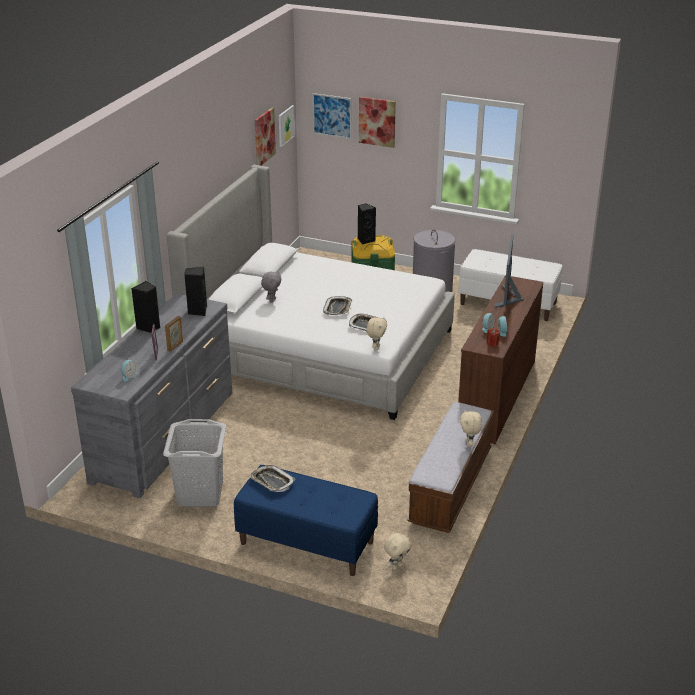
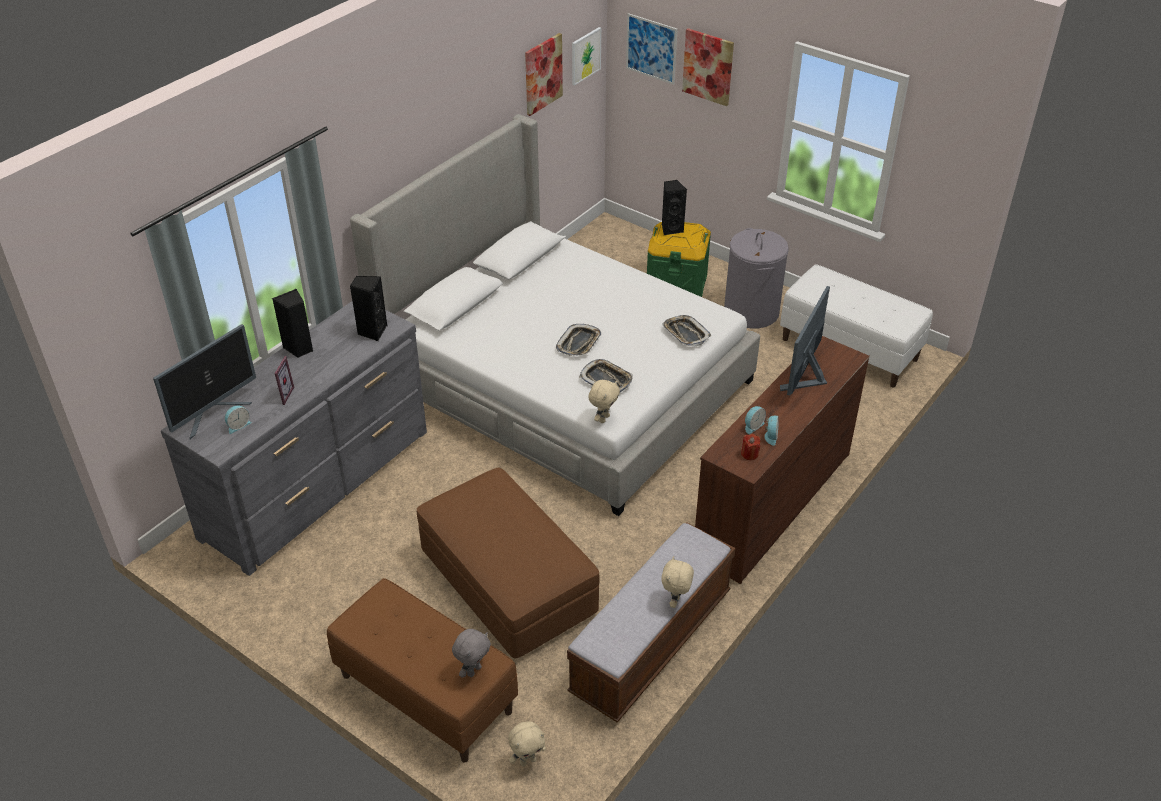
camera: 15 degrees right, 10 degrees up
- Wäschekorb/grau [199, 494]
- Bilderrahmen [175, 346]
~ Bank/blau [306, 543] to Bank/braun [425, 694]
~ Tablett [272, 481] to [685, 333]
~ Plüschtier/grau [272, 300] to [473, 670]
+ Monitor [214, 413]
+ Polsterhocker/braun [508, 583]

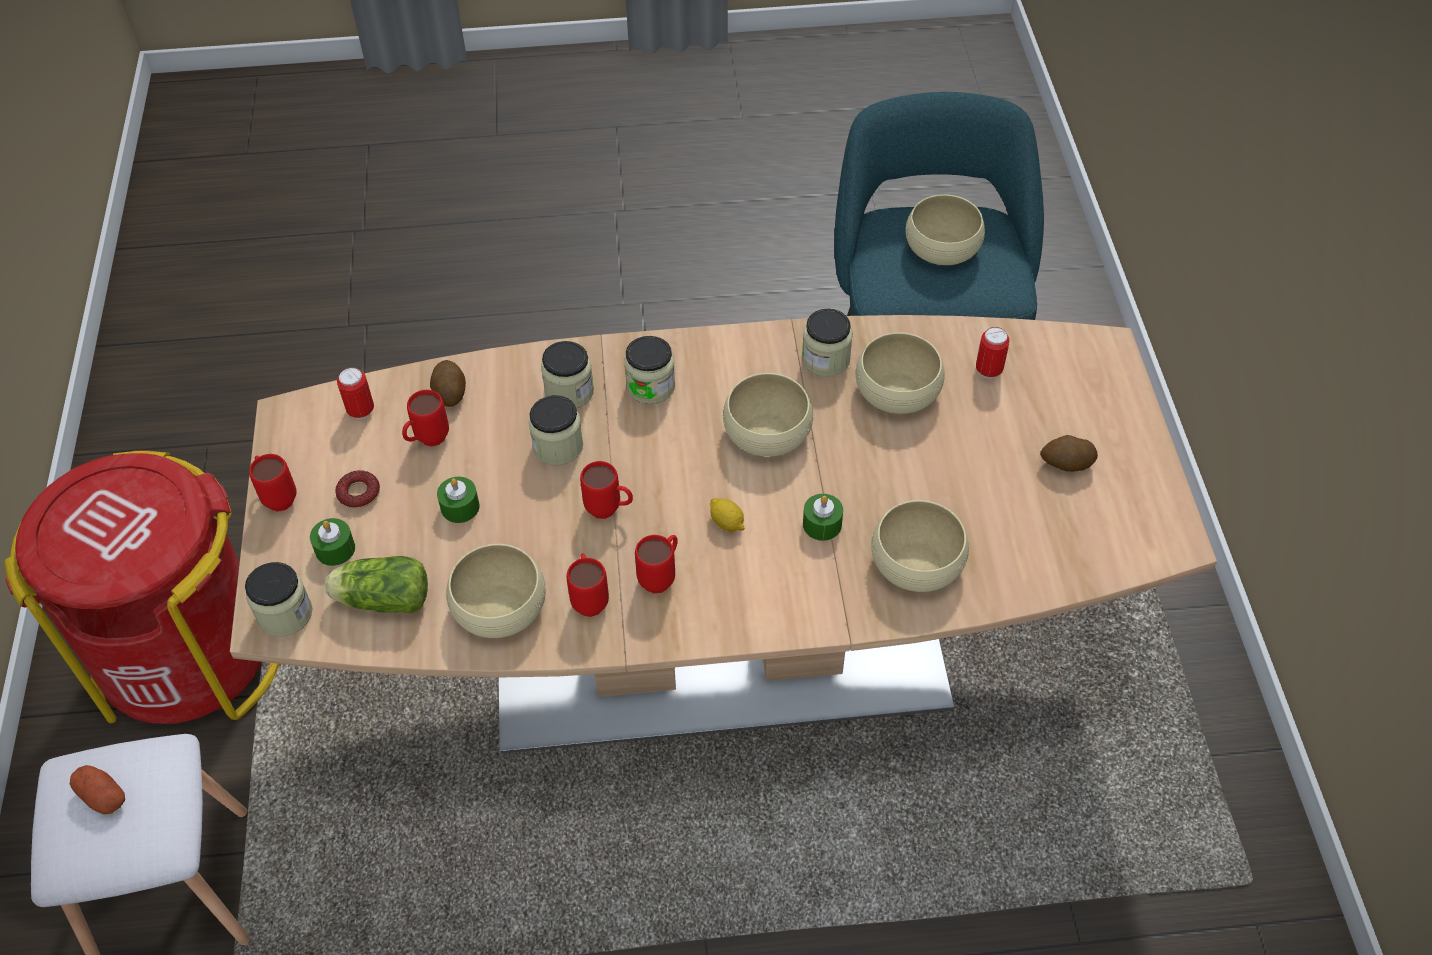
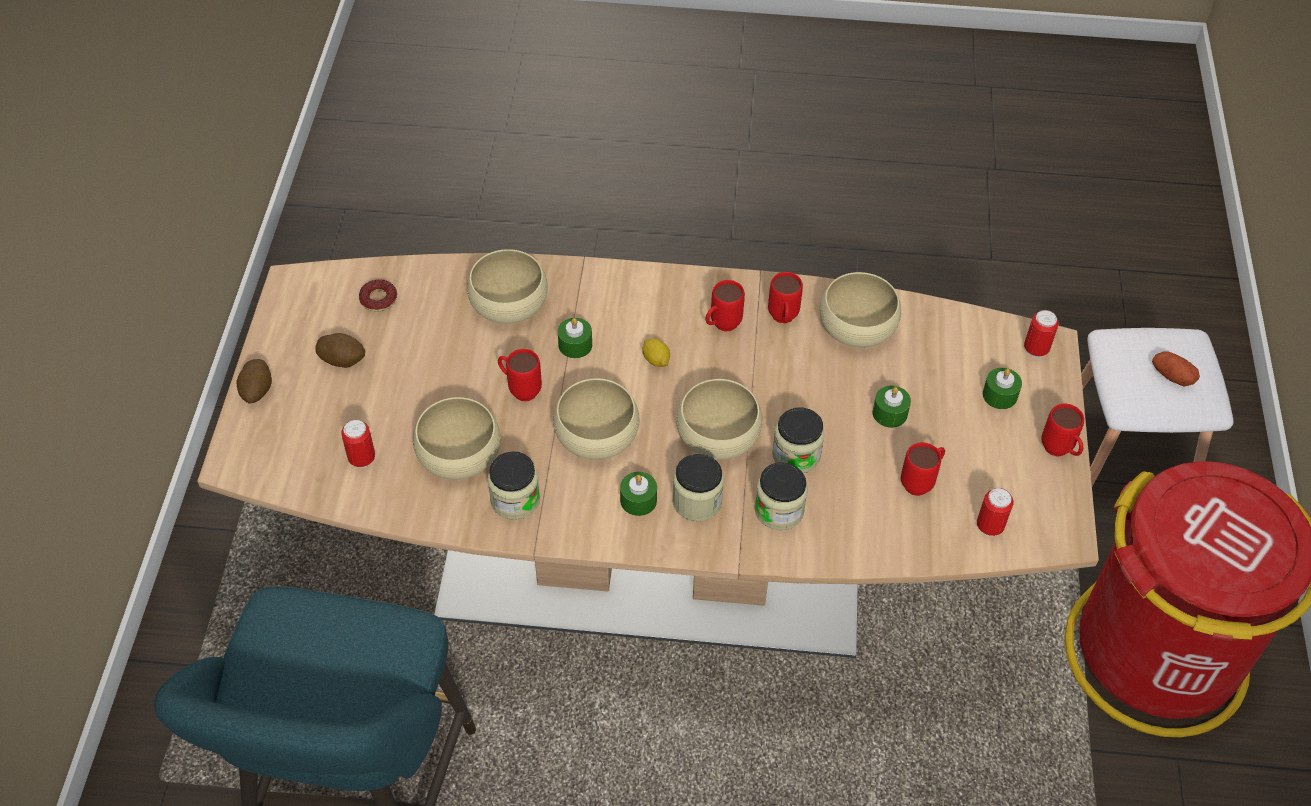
camera: 170 degrees left, 0 degrees up
~ Vorratsglas [285, 614] to Dose [1036, 349]
- Salatkopf [381, 599]
~ Donut [359, 493] to [378, 299]
~ Kartoffel [450, 393] to [257, 390]
~ Henkelbecher/rot [609, 511] to [520, 389]
~ Schüssel/beige [942, 247] to [718, 435]
+ Kerze/grün [638, 500]

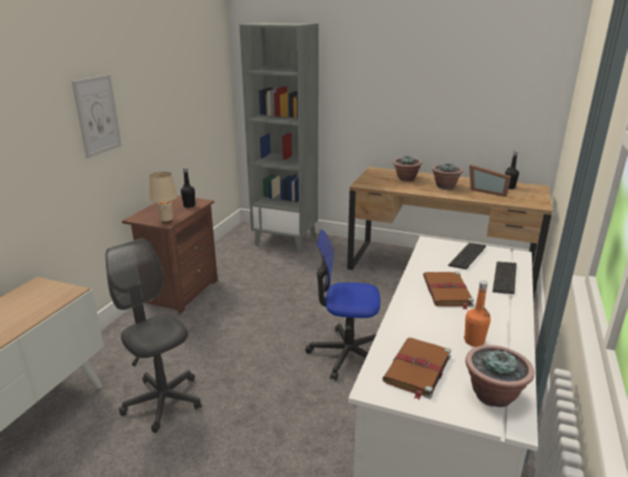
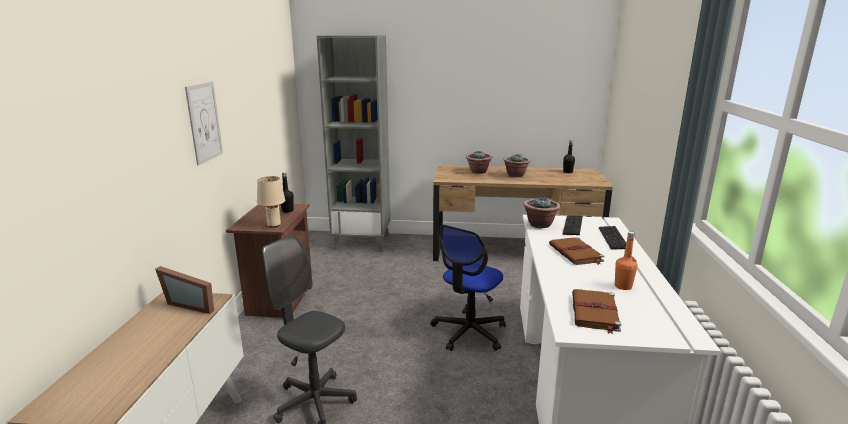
camera: 15 degrees left, 5 degrees down
~ Bürostuhl [346, 354] = [469, 332] 45 degrees counterclockwise
~ Topfpflanze [493, 395] to [540, 225]
~ Bilderrahmen [487, 191] to [192, 304]

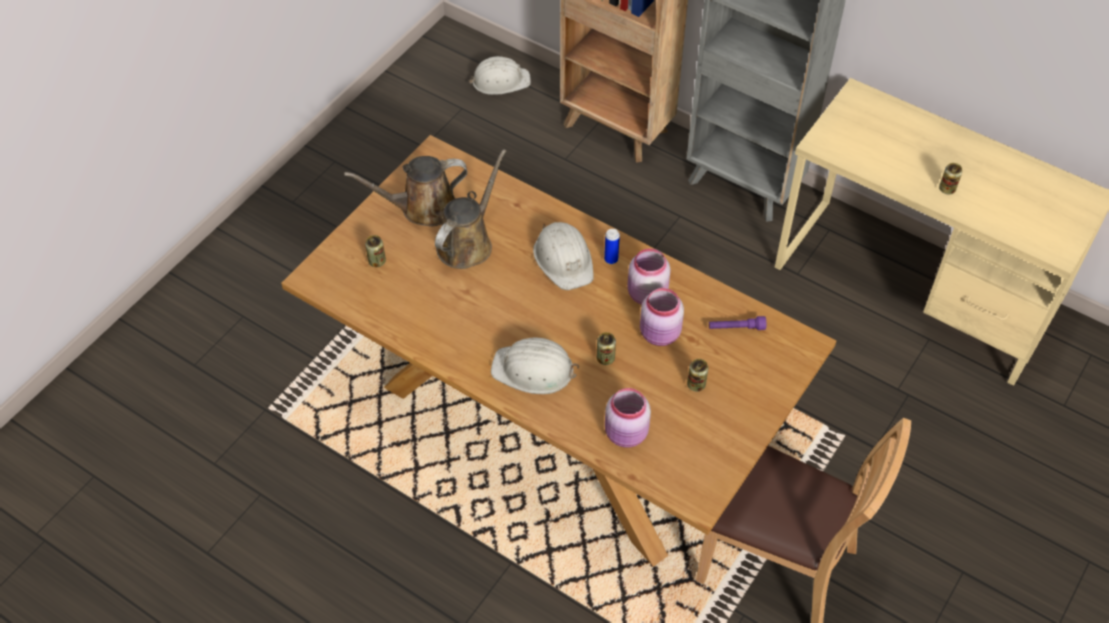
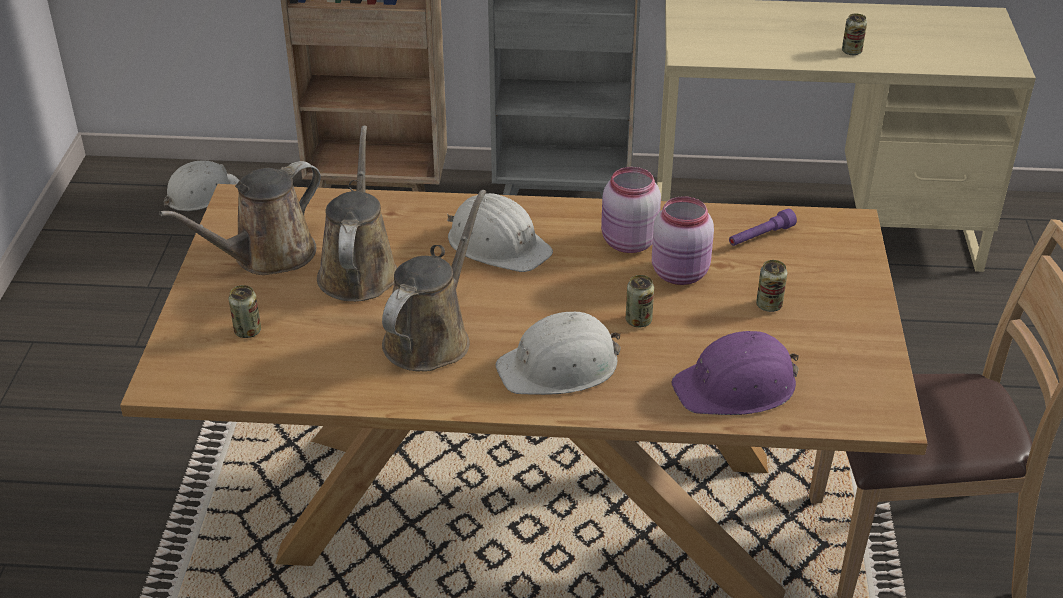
camera: 30 degrees left, 15 degrees down
- Dose [611, 259]
~ Vorratsglas/rosa [626, 434] to Schutzhelm/lila [737, 386]
+ Gießkanne/braun [431, 337]

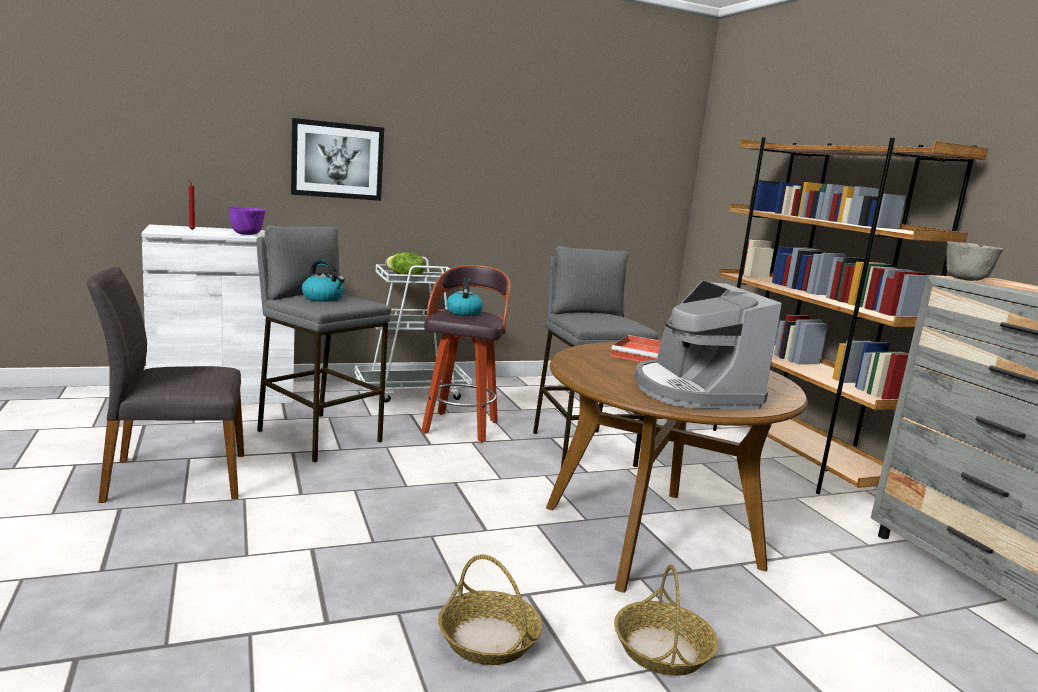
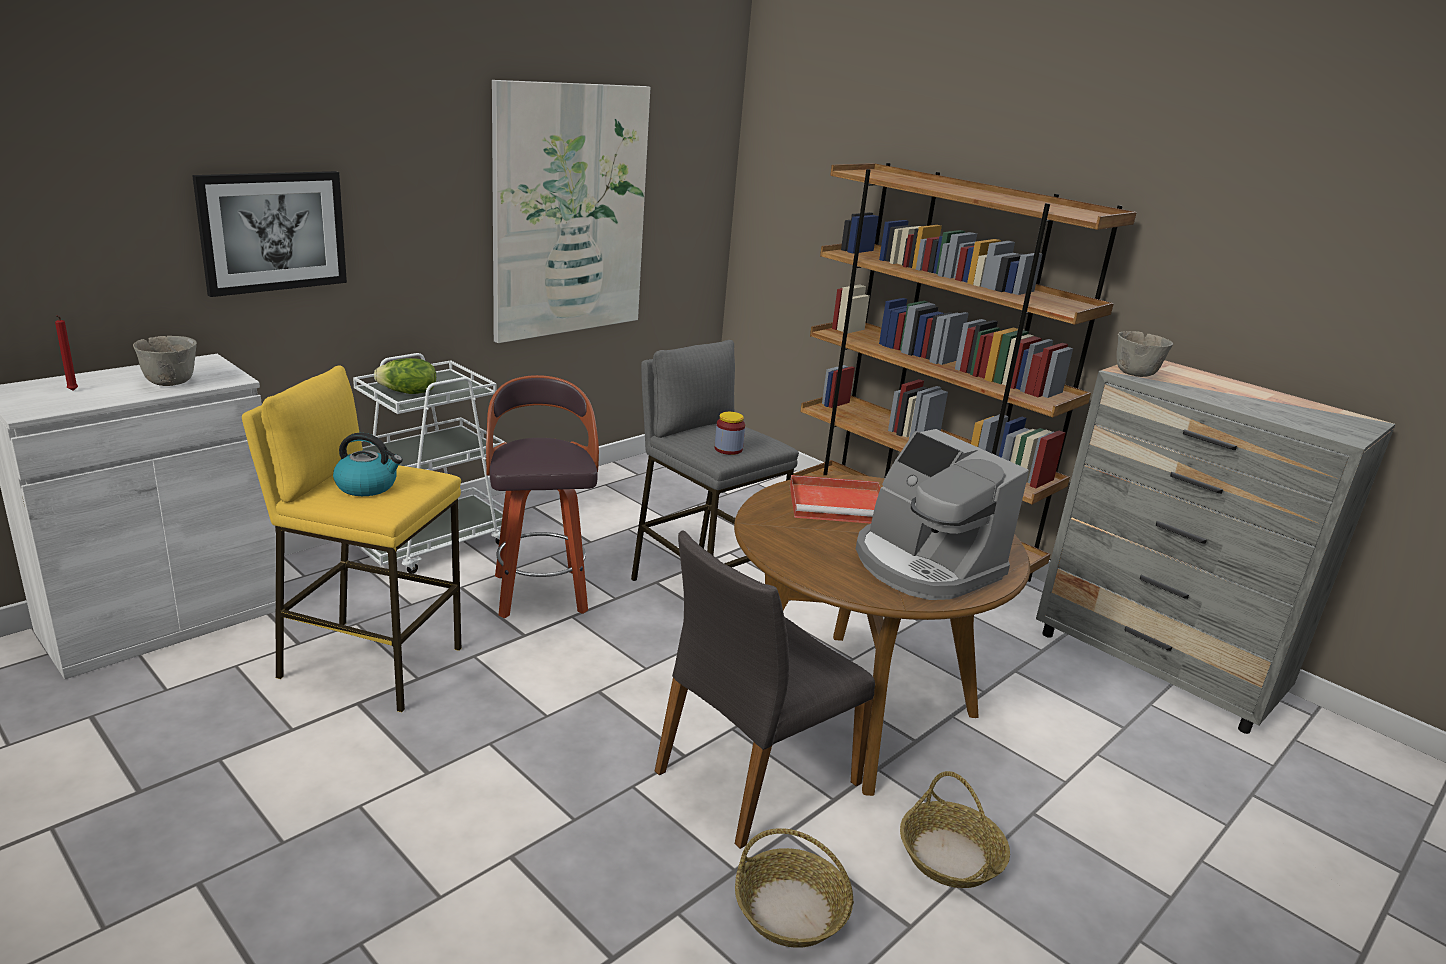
camera: 25 degrees left, 10 degrees up
~ Stuhl/grau [174, 477] to [753, 776]
~ Schüssel/lila [246, 234] to Schüssel/grau [170, 382]
~ Hocker/grau [319, 436] to Hocker/gelb [370, 662]
- Wasserkessel [463, 312]
+ Bild [570, 212]
+ Vorratsglas [728, 449]

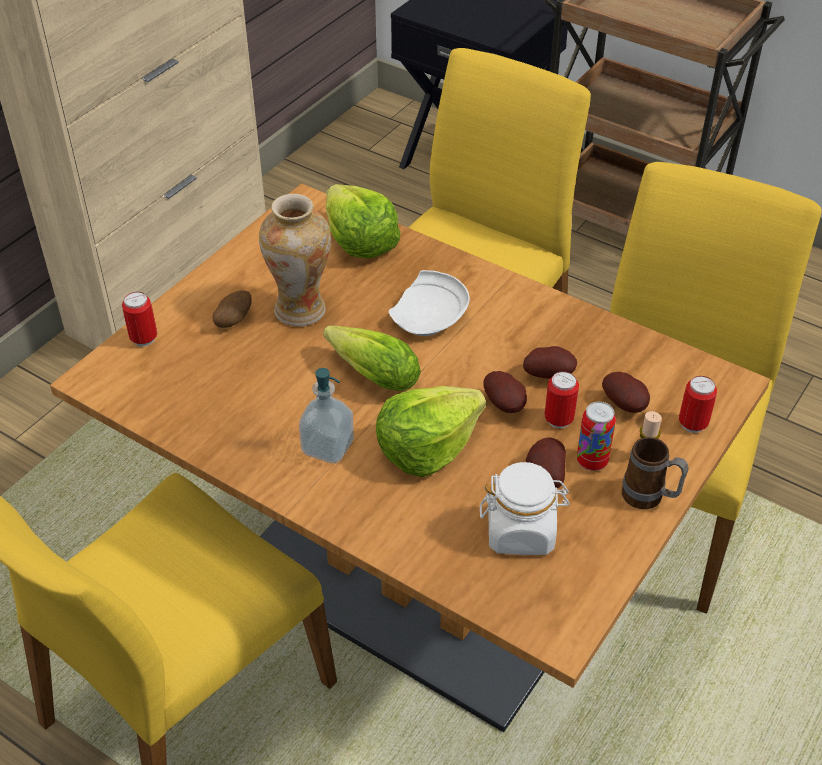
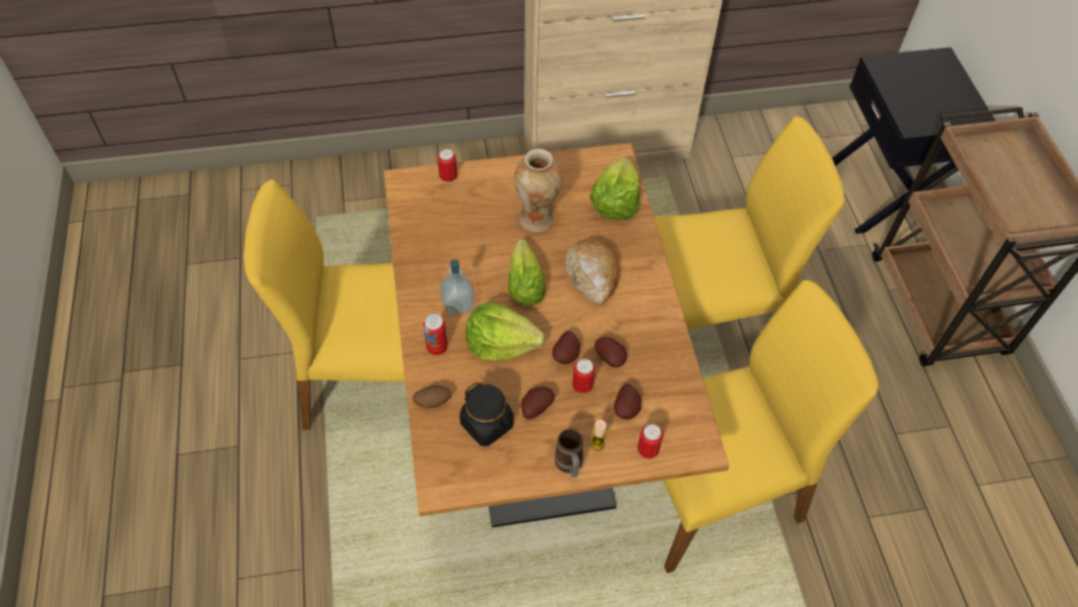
camera: 45 degrees right, 10 degrees up
~ Kartoffel [233, 320] to [433, 402]
~ Teller/weiß [429, 318] to Brot [593, 276]
~ Vorratsglas/weiß [521, 531] to Vorratsglas/schwarz [487, 424]
~ Dose [592, 461] to [437, 348]

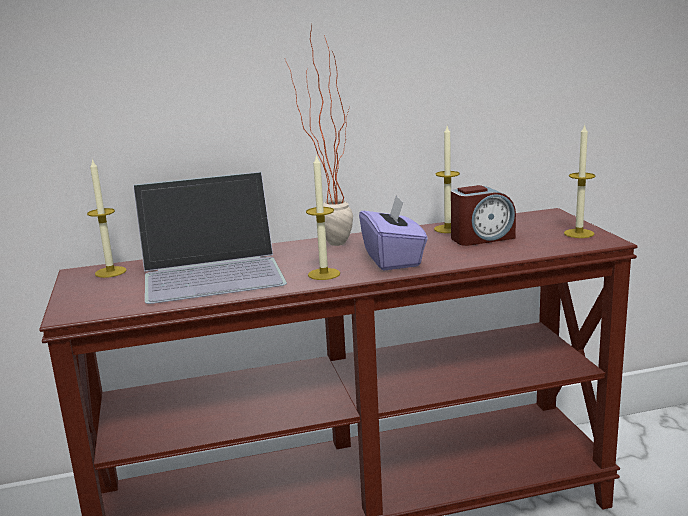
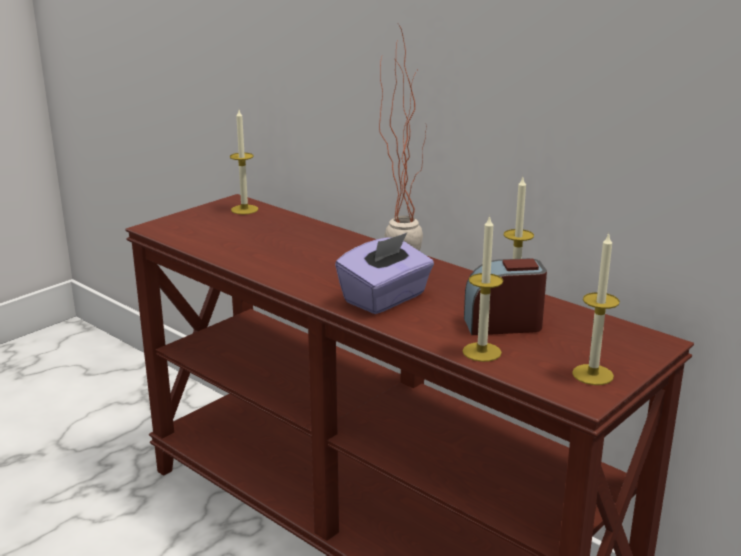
camera: 55 degrees right, 5 degrees up
- Laptop [213, 272]
~ Kerze [324, 274] to [481, 352]
~ Wecker [482, 238] = [503, 324] 135 degrees clockwise

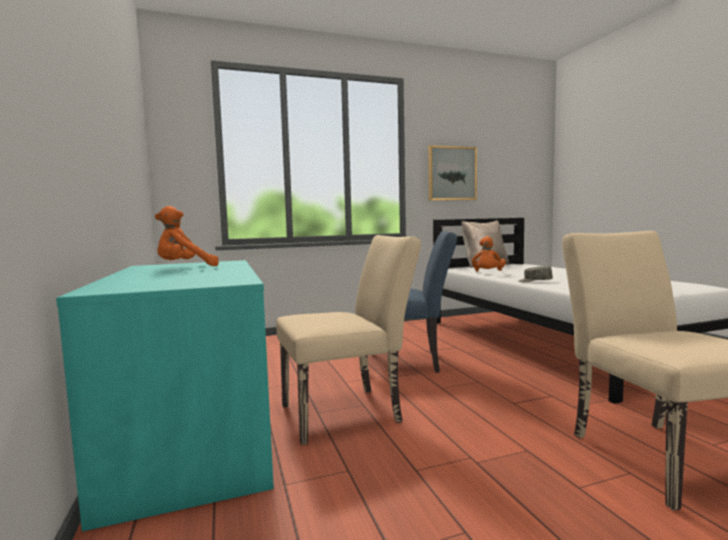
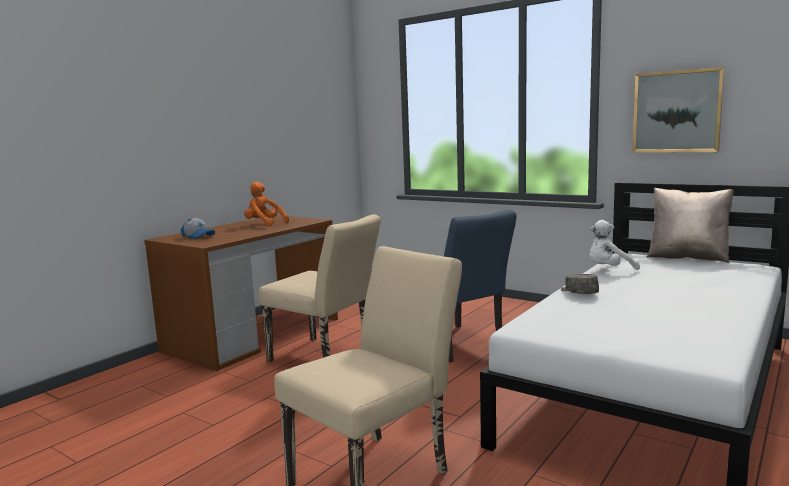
camera: 55 degrees right, 5 degrees up
~ Schreibtisch/türkis [192, 434] to Schreibtisch/braun [253, 334]
~ Plüschtier/orange [488, 273] to Plüschtier/weiß [609, 270]
+ Kappe [199, 236]

